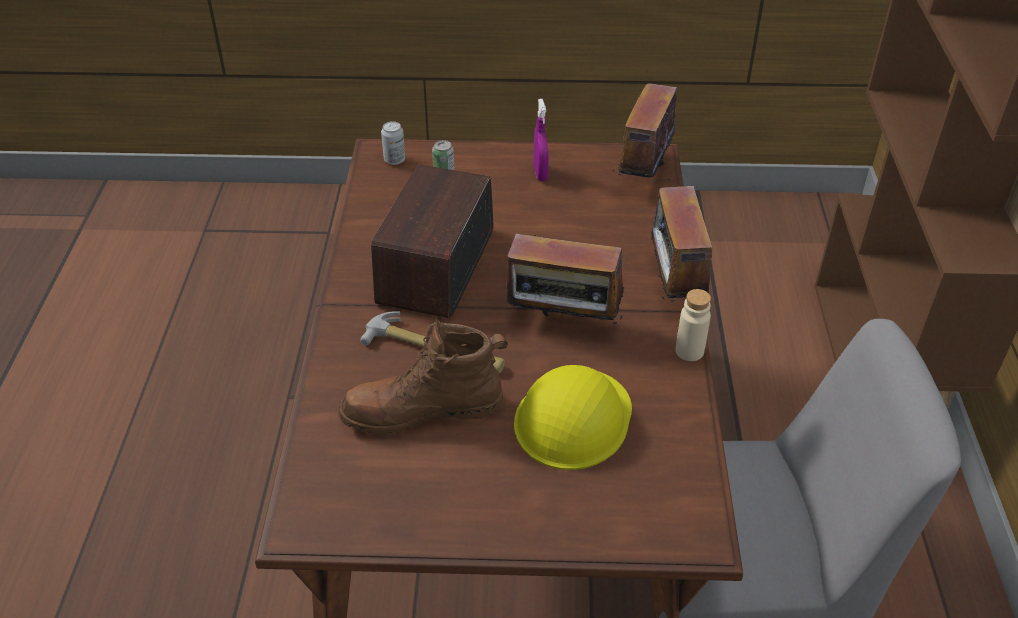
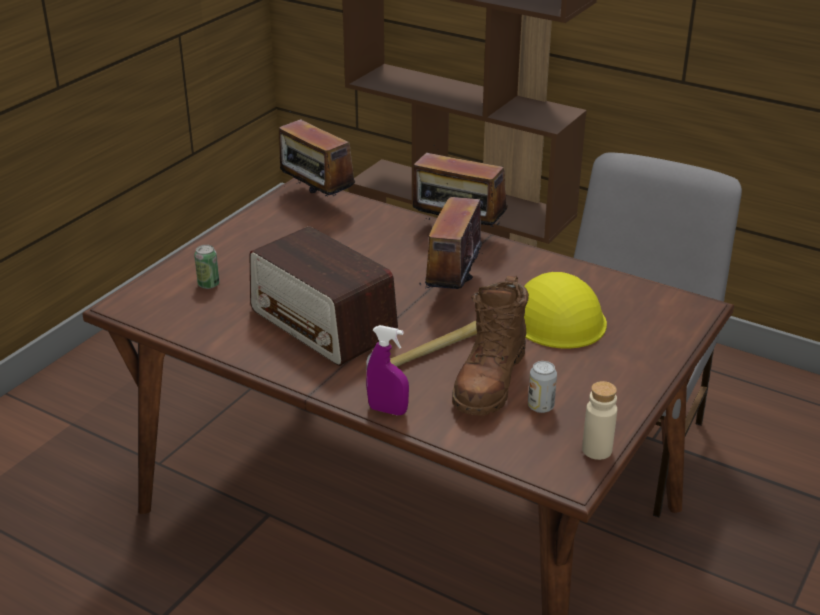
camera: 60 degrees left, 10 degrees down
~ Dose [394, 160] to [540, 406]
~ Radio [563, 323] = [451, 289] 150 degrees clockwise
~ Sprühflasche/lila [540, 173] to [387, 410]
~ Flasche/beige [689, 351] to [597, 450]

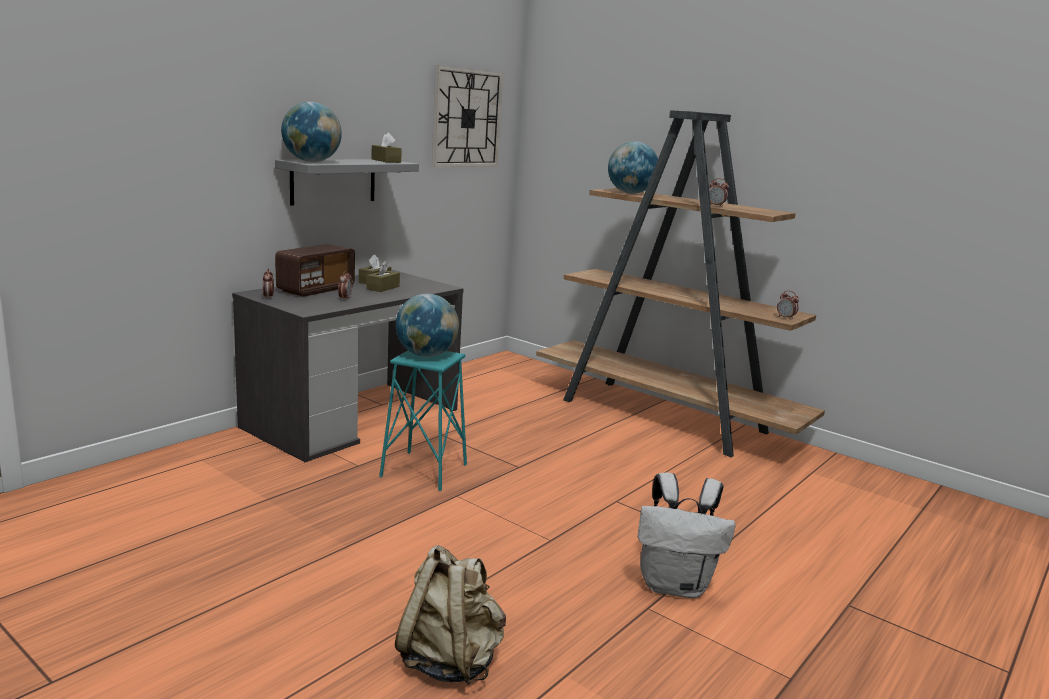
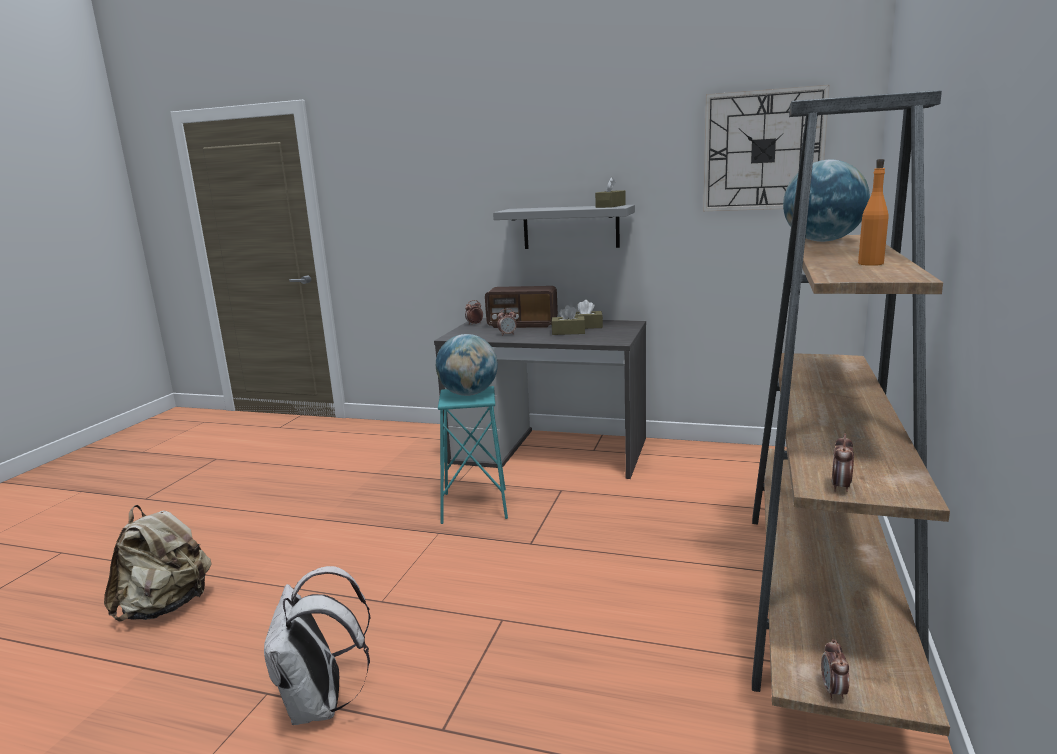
camera: 70 degrees right, 0 degrees up
- Globus [312, 161]
~ Wecker [716, 206] to [833, 691]
+ Flasche/orange [870, 264]

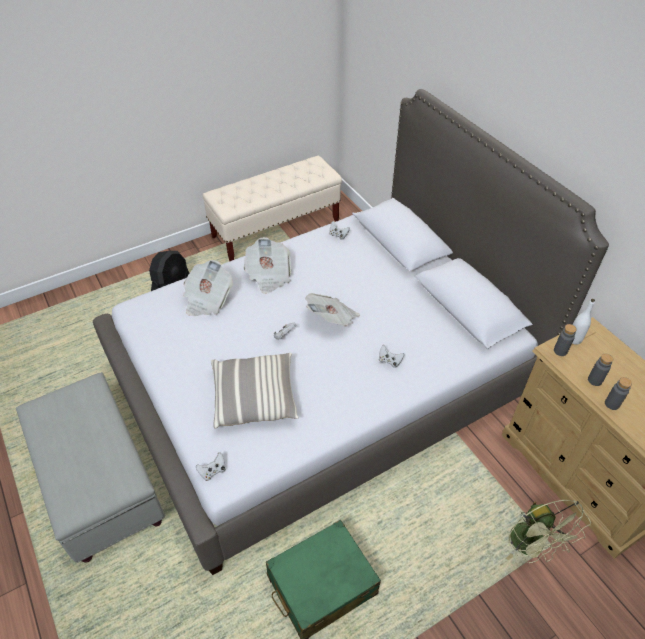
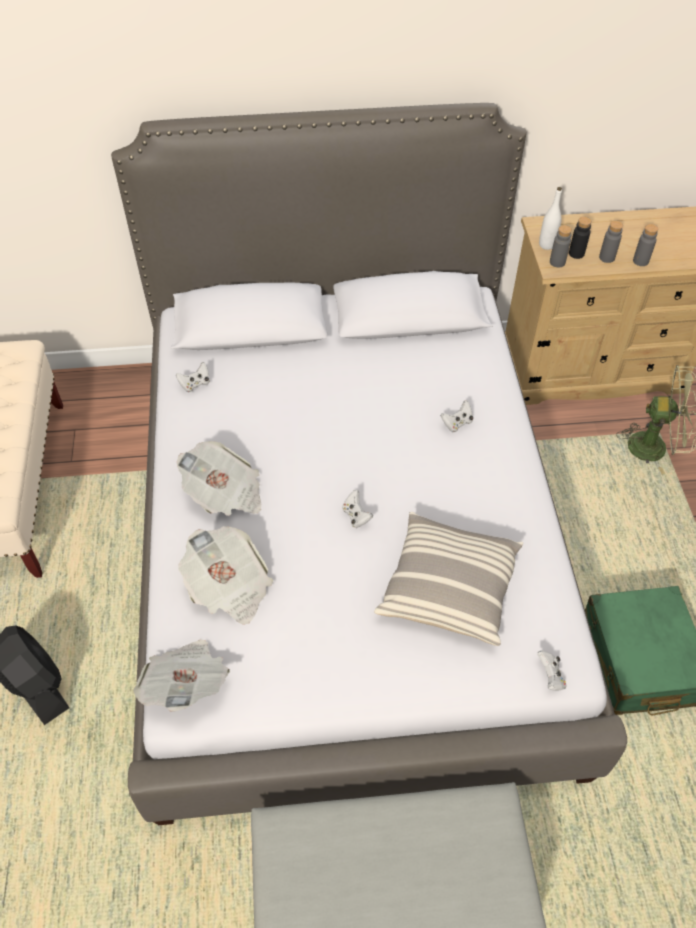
camera: 65 degrees left, 5 degrees up
~ Zeitung [332, 319] to [187, 684]
+ Flasche/schwarz [576, 253]

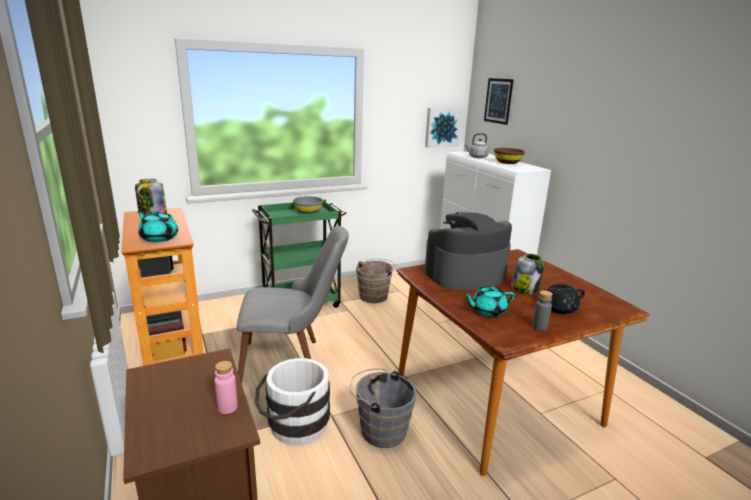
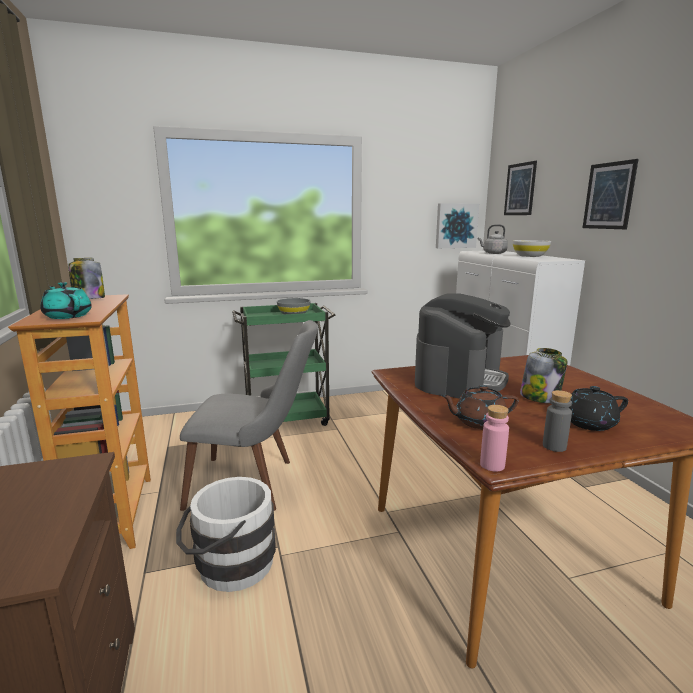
camera: 10 degrees right, 5 degrees down
~ Flasche/rosa [227, 407] to [492, 465]
- Eimer/grau [380, 430]
- Eimer/braun [375, 295]
~ Kaffeemaschine [465, 275] = [459, 379] 135 degrees clockwise
~ Teekanne/türkis [487, 311] to Teekanne/braun [478, 422]
~ Schüssel/braun [507, 162] to Schüssel/weiß [529, 256]
+ Bild [609, 196]

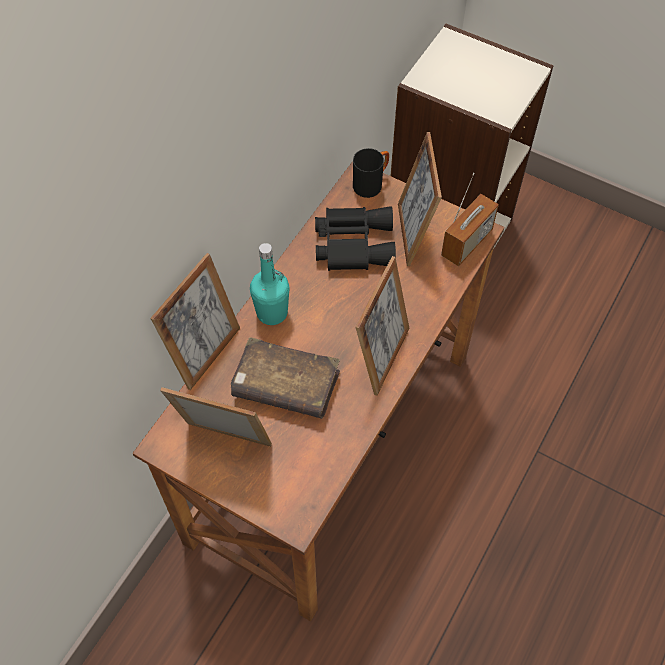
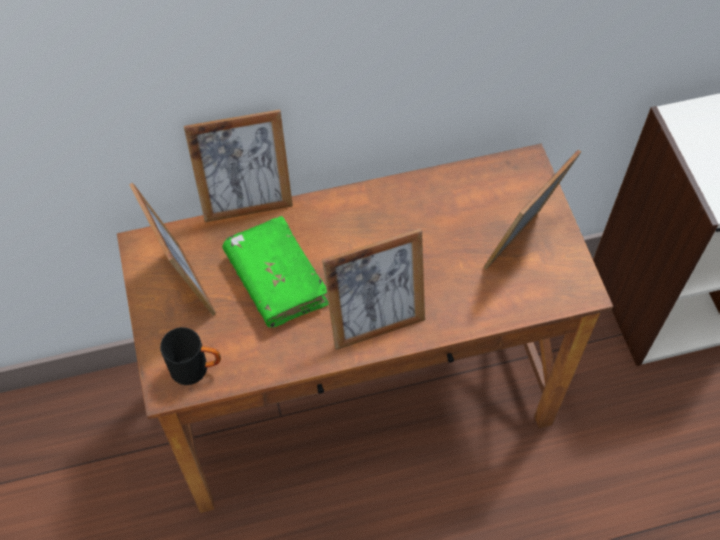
camera: 45 degrees right, 0 degrees up
~ Buch/braun [285, 385] to Buch/grün [276, 279]
- Flasche/türkis [272, 312]
- Fernglas/schwarz [353, 243]
~ Henkelbecher/schwarz [371, 183] to [196, 368]
- Radio [467, 243]

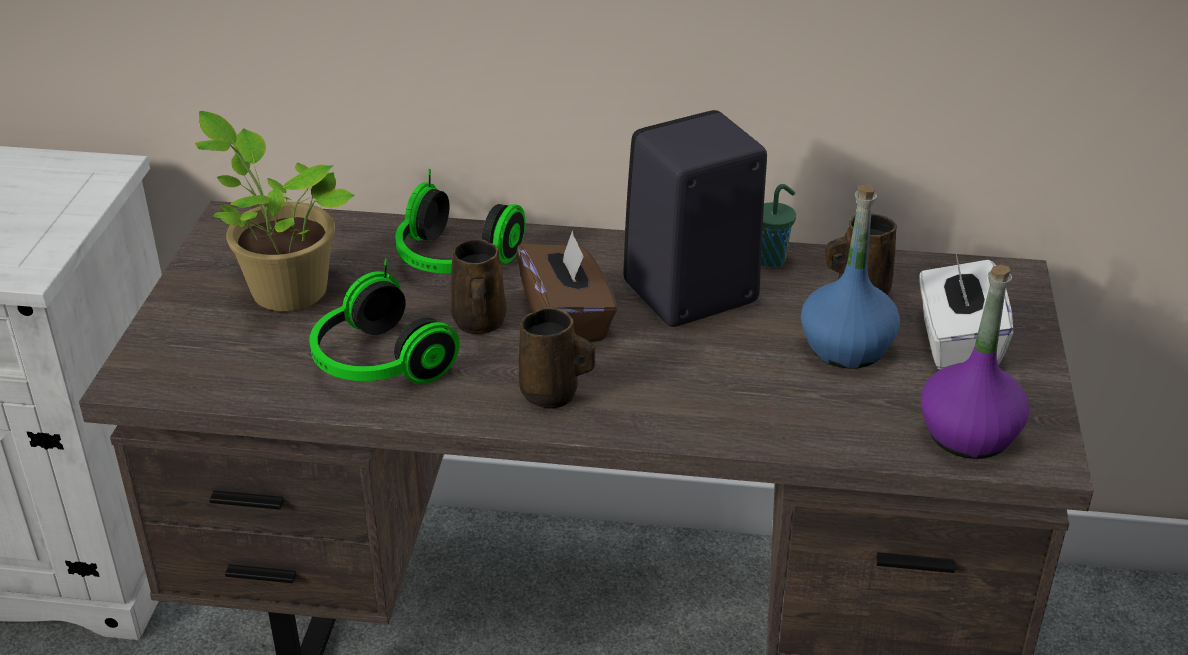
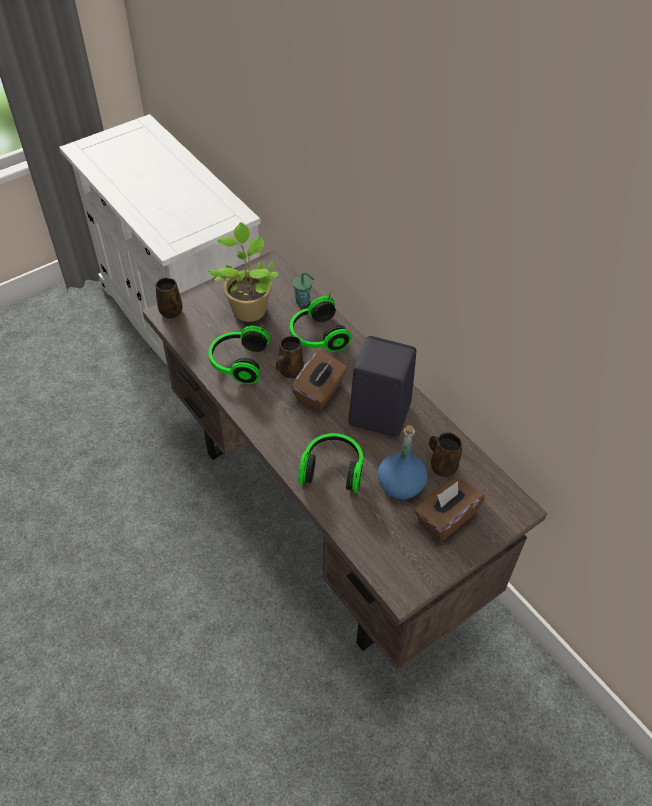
camera: 45 degrees right, 15 degrees up
~ Henkelbecher/braun [553, 394] to [171, 312]
~ Tasse/grün [772, 259] to [303, 301]
~ Taschentuchbox/weiß [956, 343] to Taschentuchbox/braun [445, 518]
- Flasche/lila [968, 434]
+ Kopfhörer [333, 469]

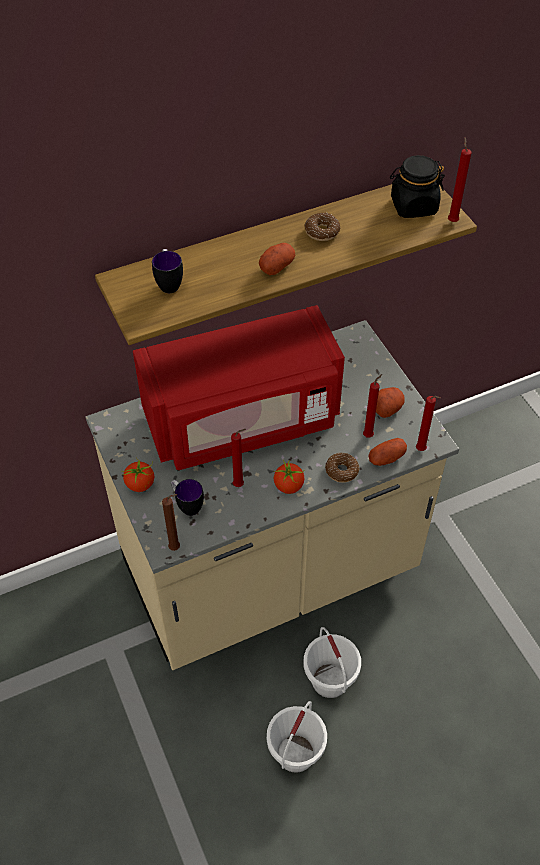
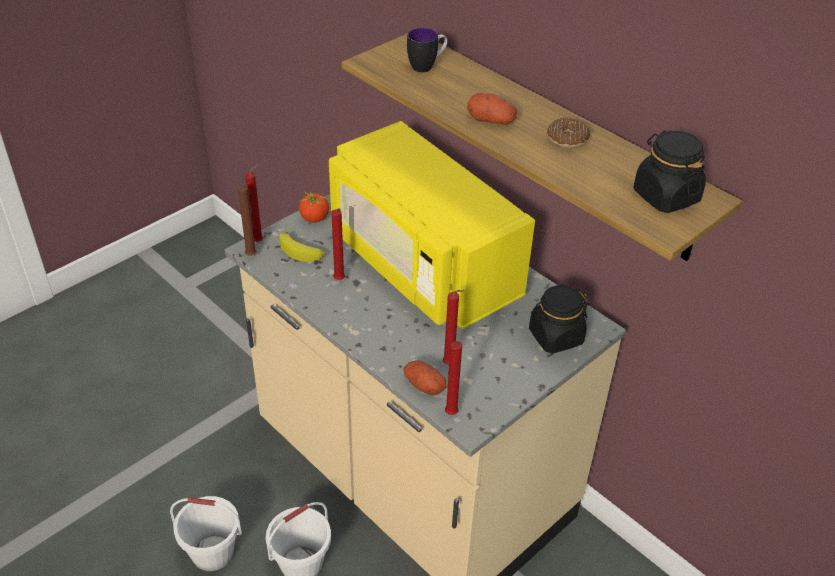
camera: 70 degrees right, 10 degrees down
~ Mikrowelle/rot [243, 420] to Mikrowelle/gelb [422, 265]
~ Henkelbecher [187, 505] to Banane [302, 252]
- Tomate [289, 486]
- Donut [341, 471]
- Kartoffel [387, 407]
~ Kerze/rot [452, 220] to [259, 241]
+ Vorratsglas/schwarz [555, 337]

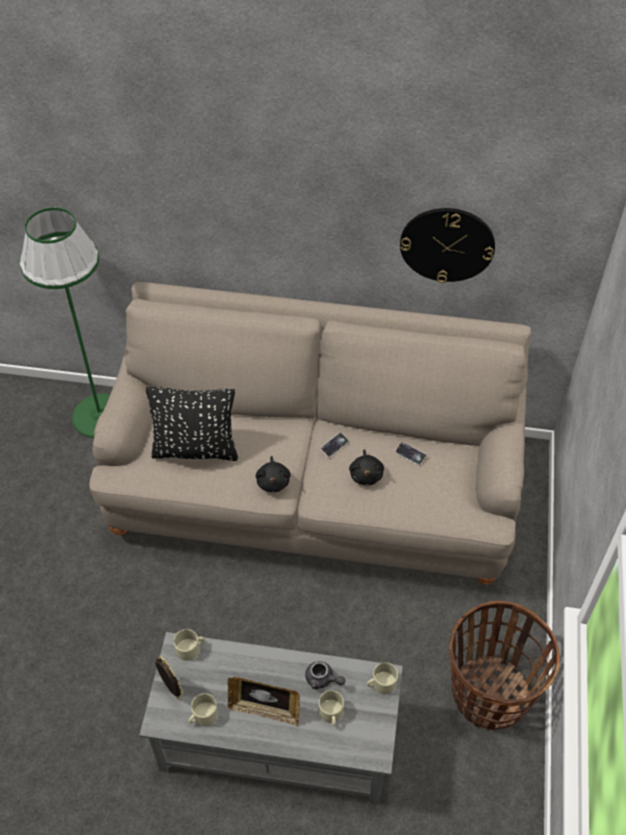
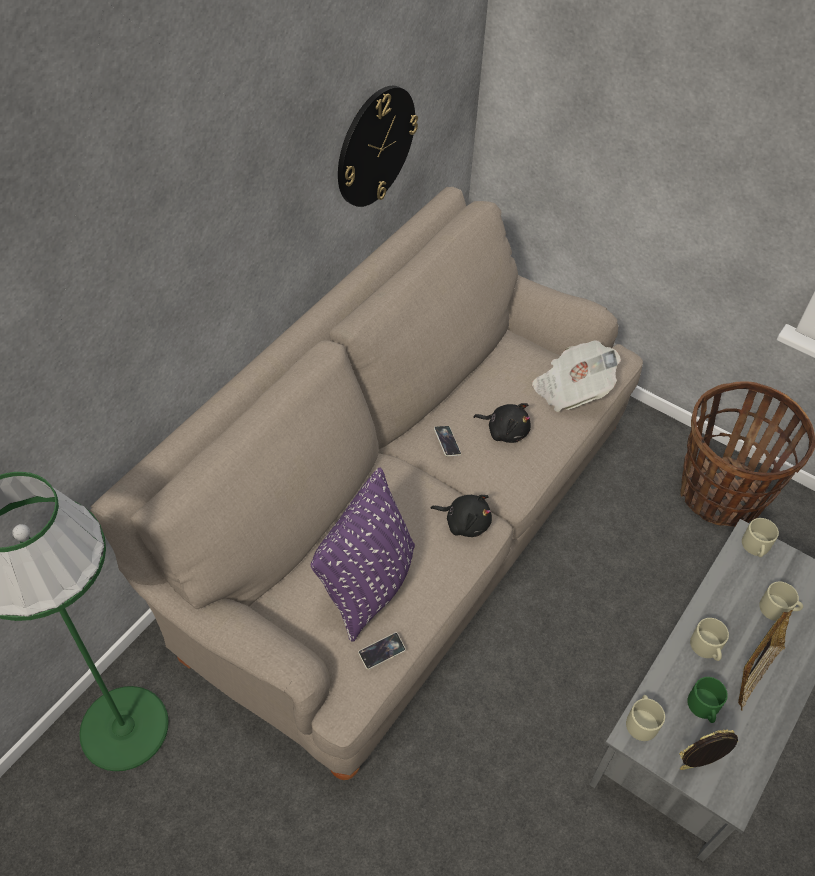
camera: 65 degrees left, 0 degrees up
~ Kissen/schwarz [195, 449] to Kissen/lila [368, 585]
~ Henkelbecher/beige [202, 716] to [707, 648]
- Teekanne/grau [322, 679]
~ Handy [410, 454] to [382, 652]
+ Zeitung [572, 389]
+ Henkelbecher/grün [704, 707]

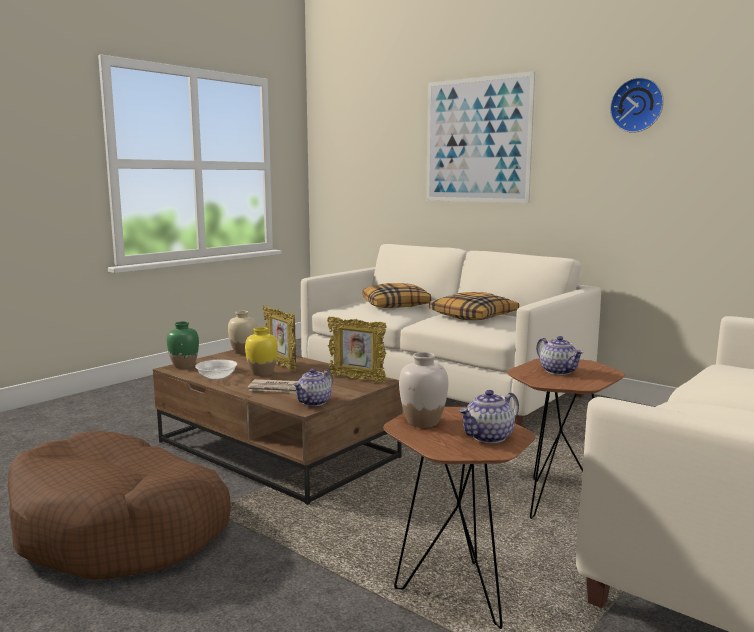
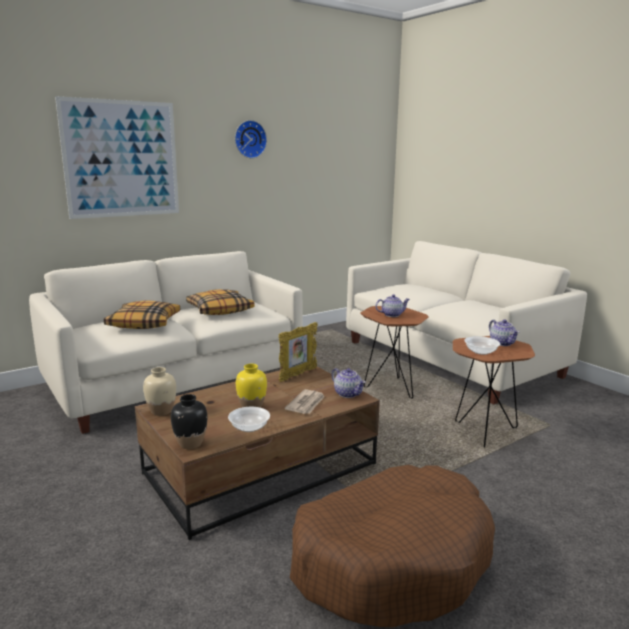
camera: 75 degrees left, 5 degrees up
~ Vase/grün [184, 366] to Vase/schwarz [191, 443]
- Bilderrahmen [281, 365]
~ Vase/weiß [422, 422] to Schüssel [481, 352]

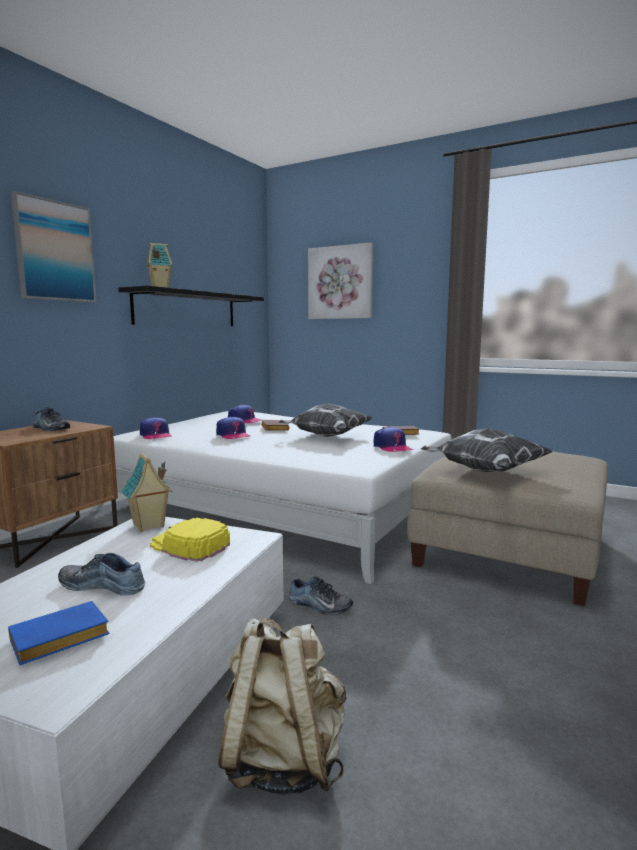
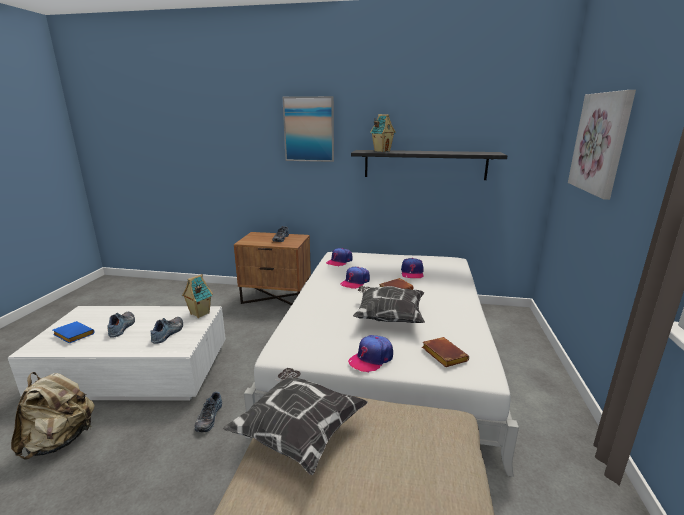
camera: 70 degrees right, 10 degrees up
~ Kappe/gelb [189, 546] to Schuh [169, 333]

